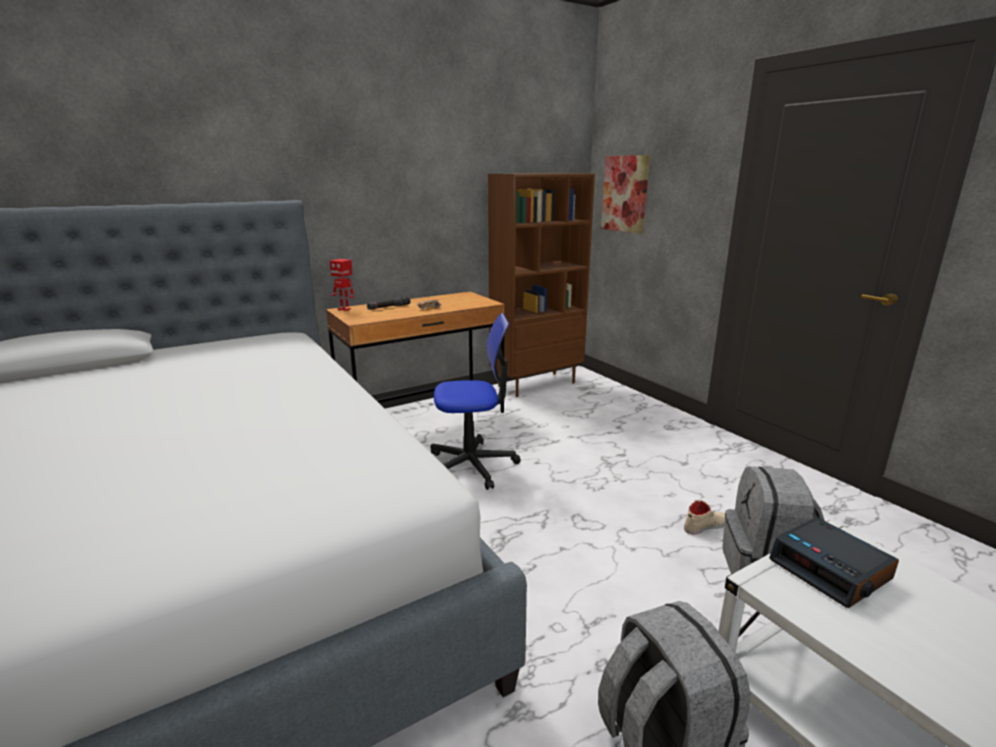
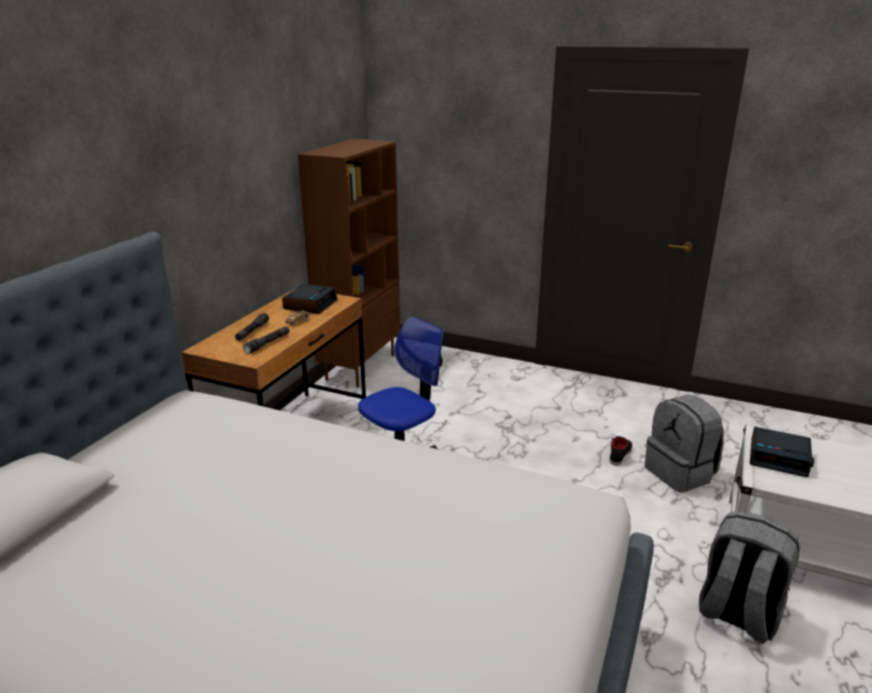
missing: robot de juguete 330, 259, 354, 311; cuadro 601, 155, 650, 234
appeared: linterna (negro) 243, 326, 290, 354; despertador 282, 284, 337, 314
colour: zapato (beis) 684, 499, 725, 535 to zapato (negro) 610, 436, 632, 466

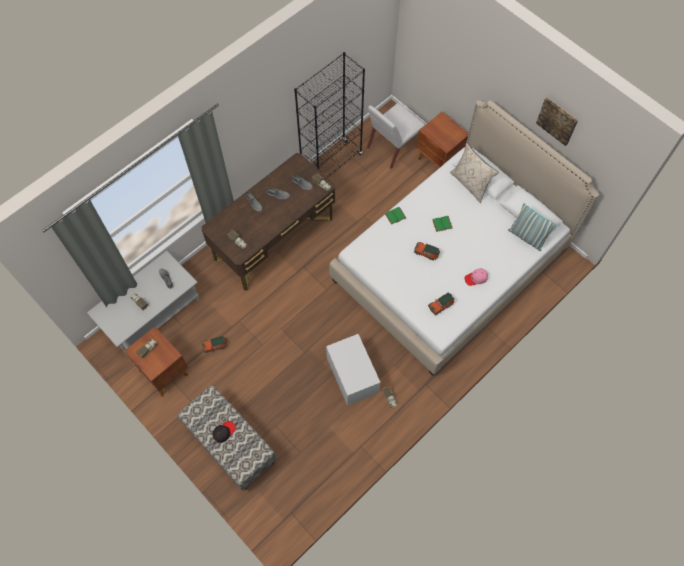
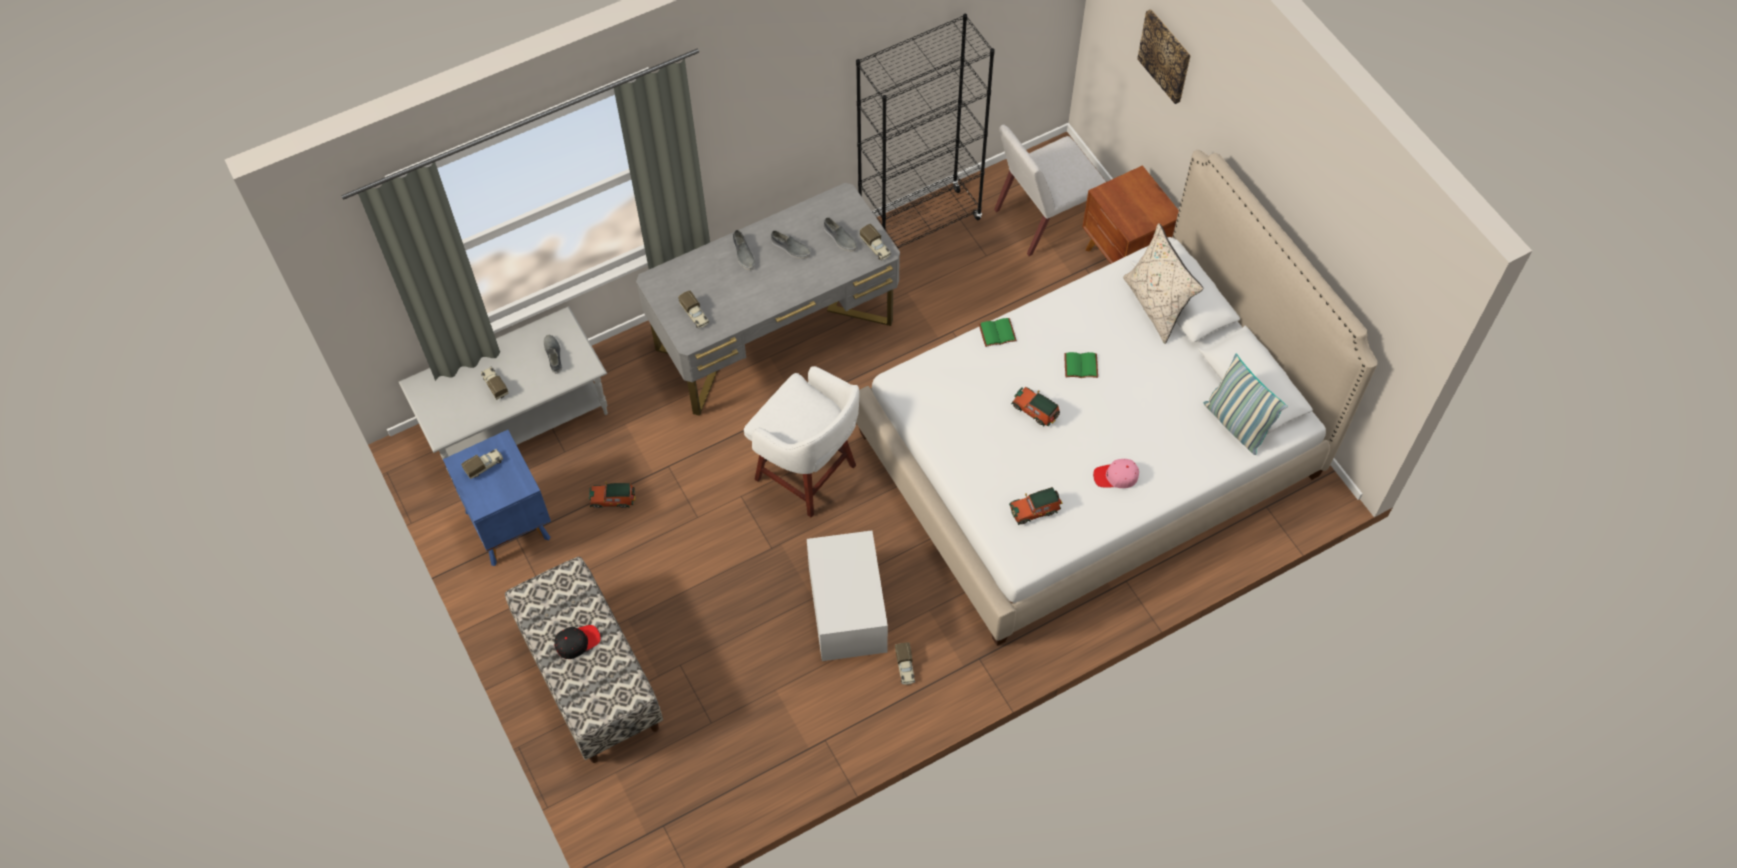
appeared: taburete (blanco) 744, 366, 859, 517
relocated: cuadro 536, 97, 578, 146 to 1137, 9, 1191, 104
colour: mesita de noche (marrón) 125, 326, 188, 397 to mesita de noche (azul) 443, 430, 551, 566; escritorio (marrón) 202, 153, 335, 290 to escritorio (gris) 636, 183, 900, 416

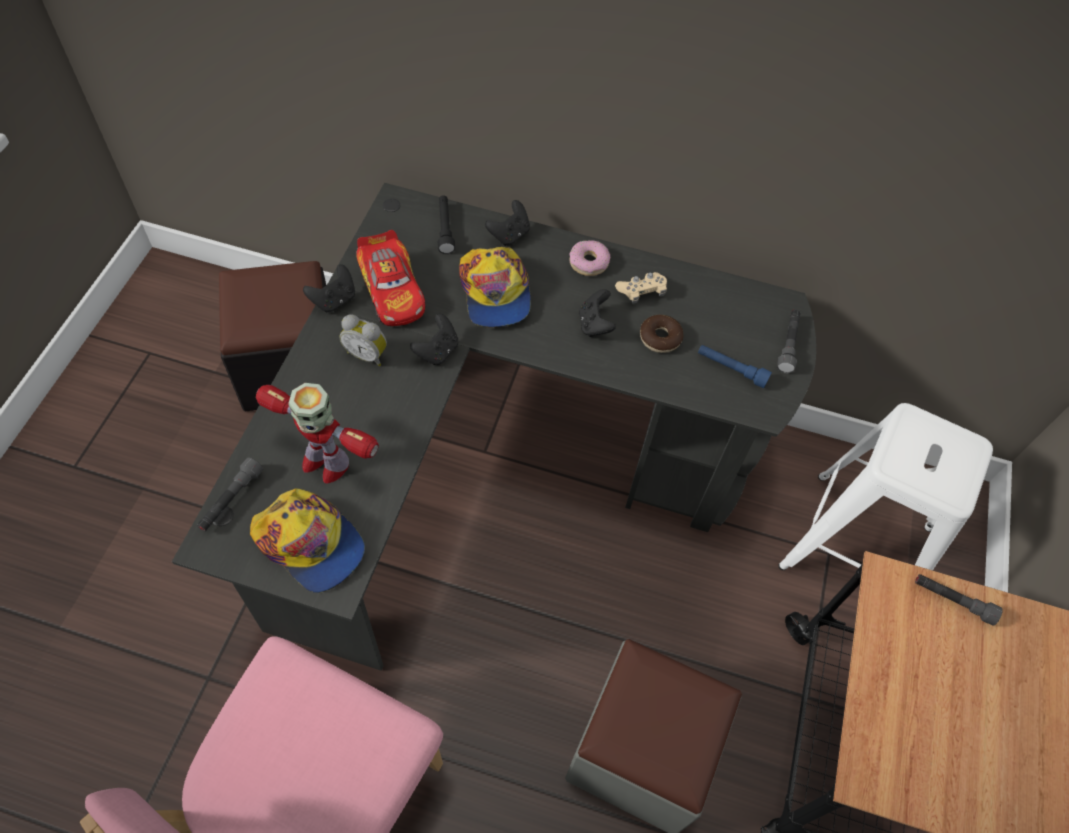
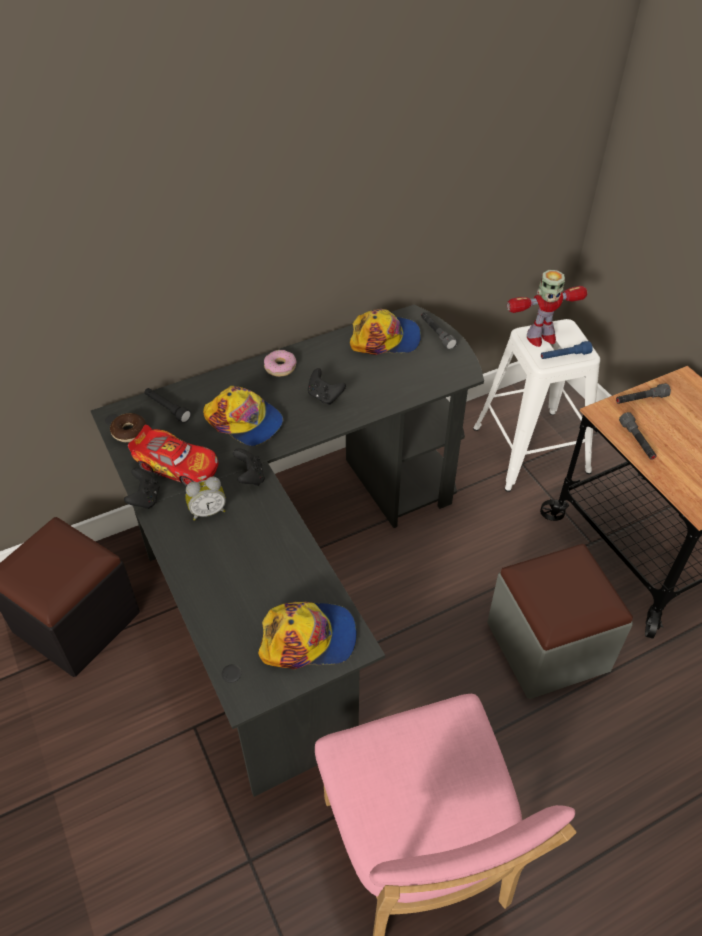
missing: mando de consola (negro) 485, 200, 530, 246; mando de consola (beis) 615, 272, 667, 303
appeared: gorra 350, 309, 421, 355
relocated: linterna (gris) 197, 457, 263, 531 to 619, 412, 657, 460; robot de juguete 256, 383, 379, 483 to 507, 270, 587, 347; rosquilla 640, 315, 684, 353 to 110, 413, 146, 442; linterna (azul) 698, 345, 772, 388 to 541, 341, 593, 359

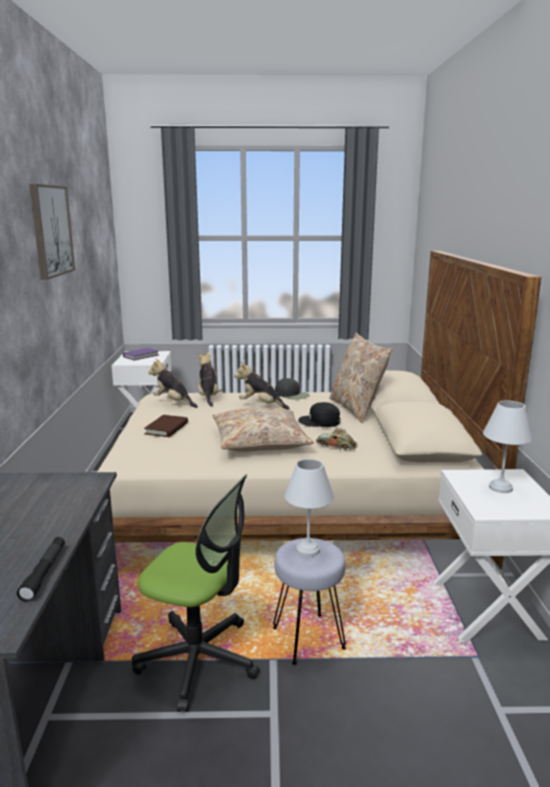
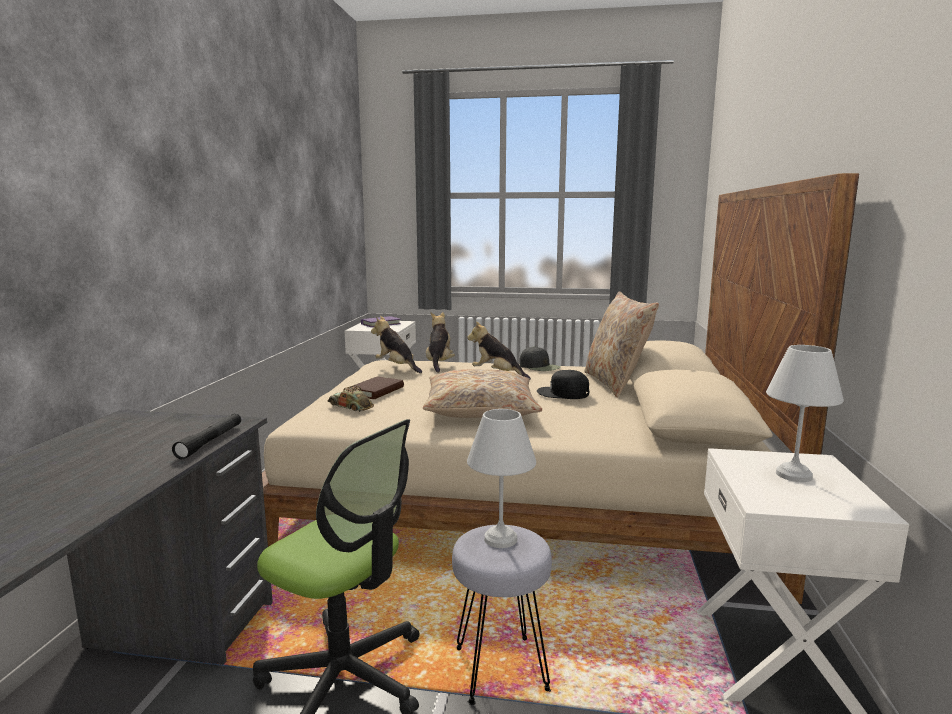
missing: cuadro 29, 184, 75, 280
relocated: linterna (negro) 17, 537, 65, 602 to 172, 414, 241, 459; coche de juguete 316, 428, 358, 450 to 327, 385, 374, 412

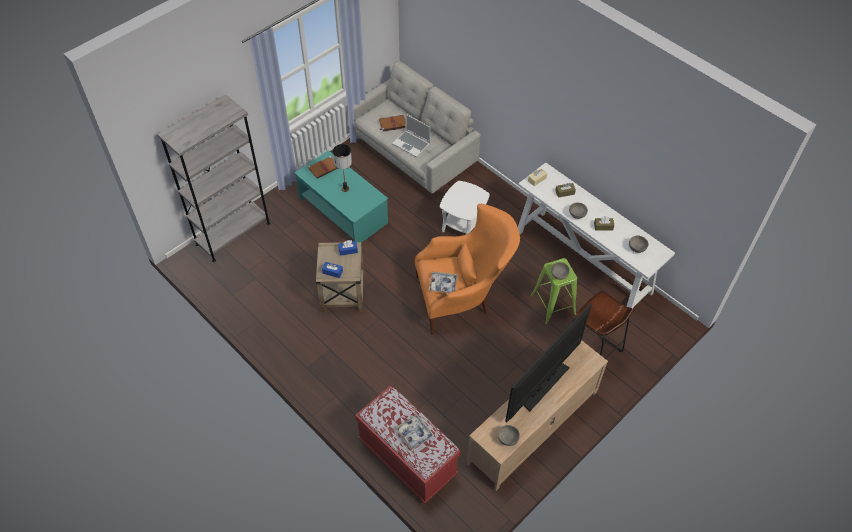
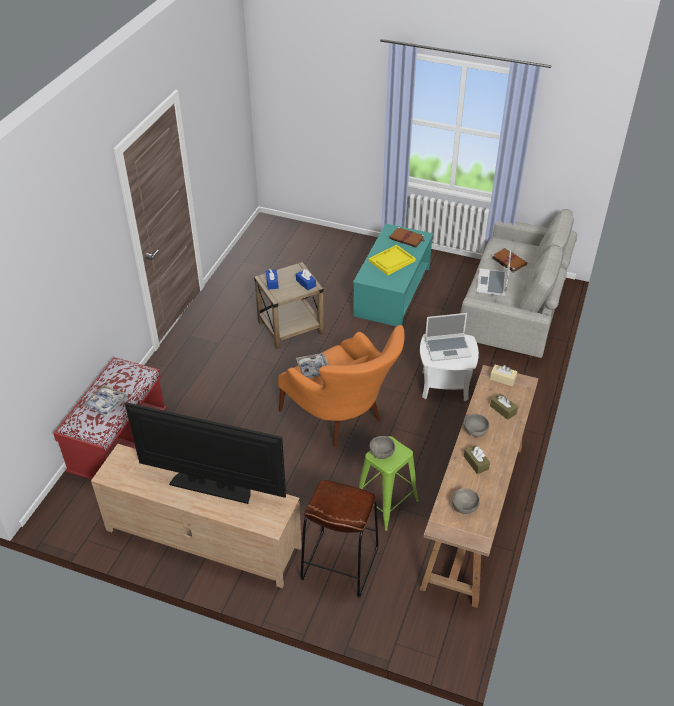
missing: estantería (gris) 157, 94, 271, 262; cuenco (gris) 498, 425, 520, 446
appeared: portátil 425, 313, 472, 361
exchanged: lámpara de mesa 332, 144, 352, 192 to bandeja (amarillo) 369, 245, 416, 275
colour: mesa consola (blanco) 518, 163, 675, 309 to mesa consola (marrón) 420, 365, 538, 608

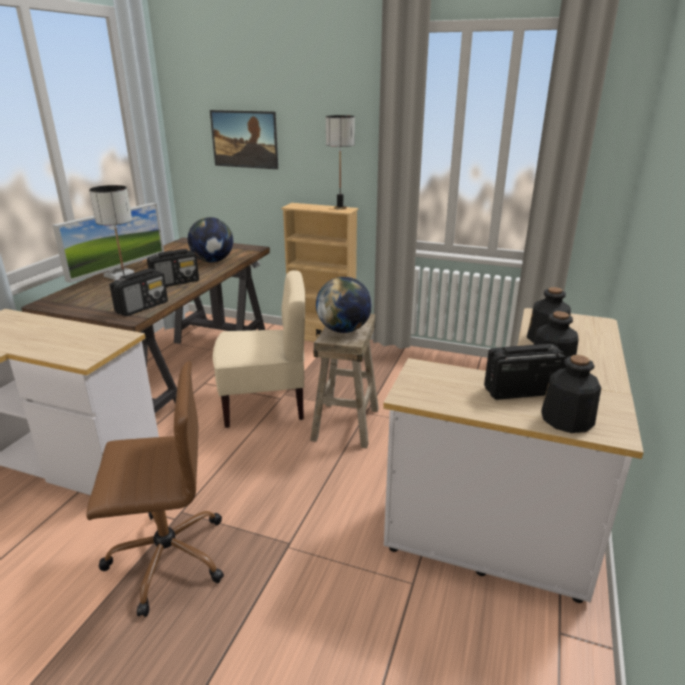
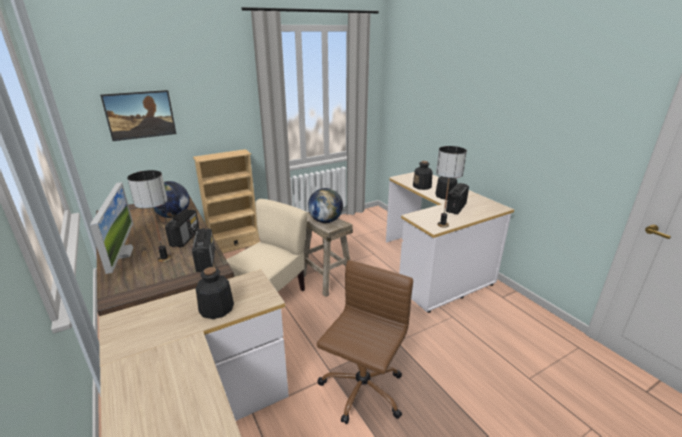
relocated: lámpara de mesa 326, 115, 355, 210 to 436, 146, 467, 228; botella 541, 355, 601, 433 to 196, 267, 234, 319

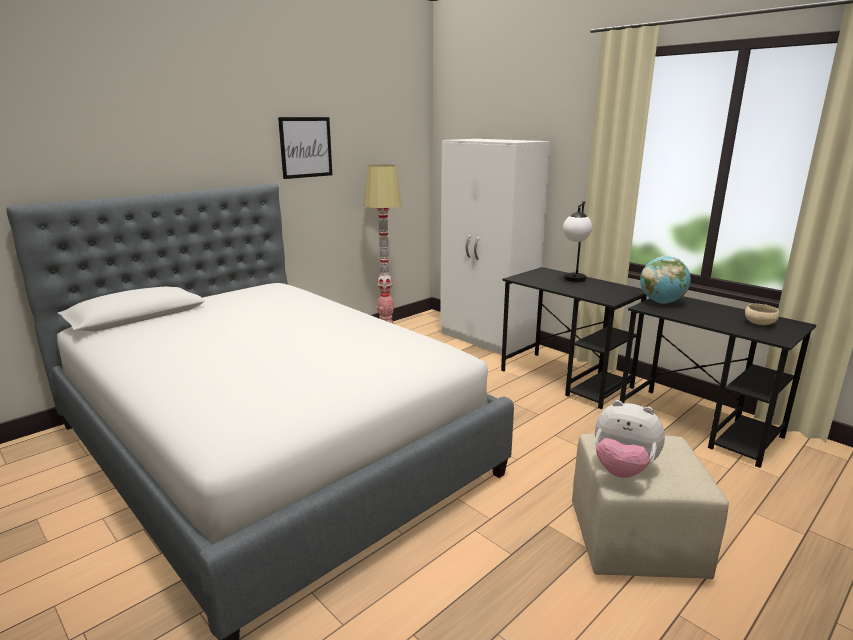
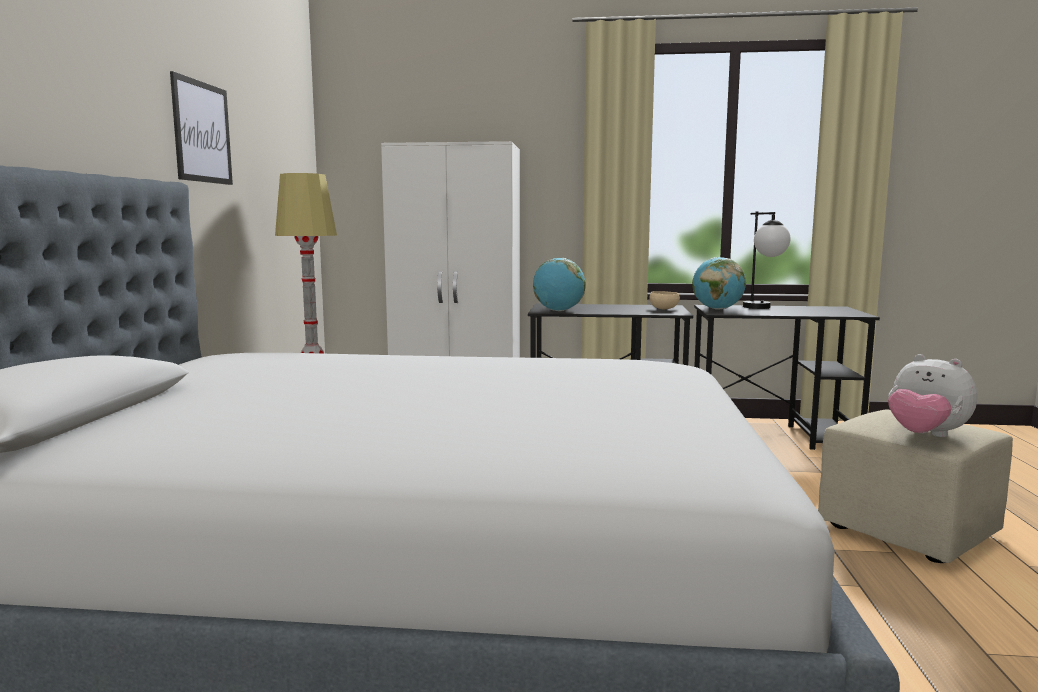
appeared: globo terráqueo 533, 258, 586, 311
relocated: lámpara de mesa 563, 201, 592, 282 to 743, 212, 791, 309; cuenco (beis) 745, 304, 779, 325 to 650, 291, 680, 309
spun: peluche 595, 400, 665, 478 = 888, 354, 977, 437 60 degrees clockwise

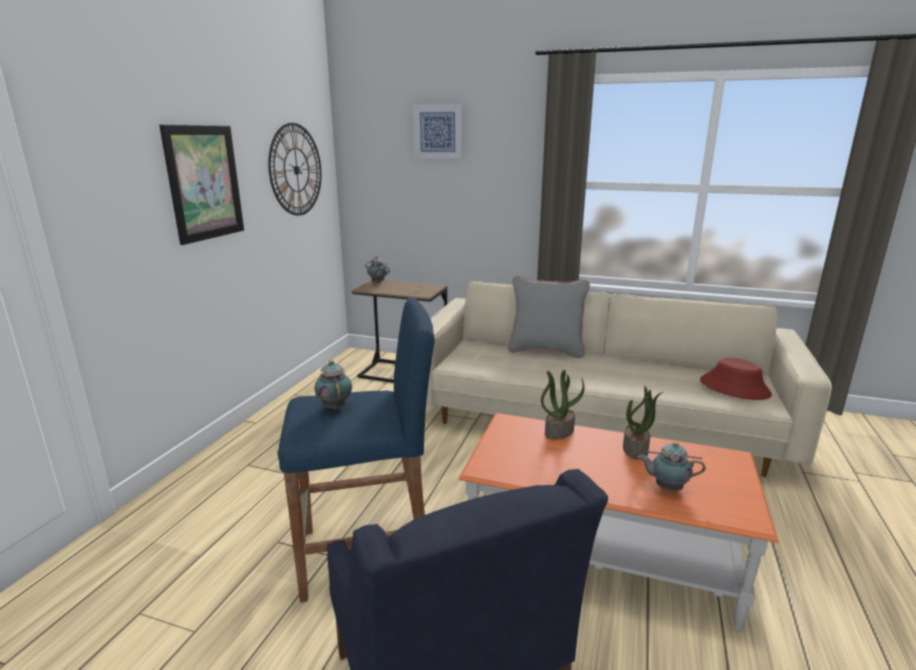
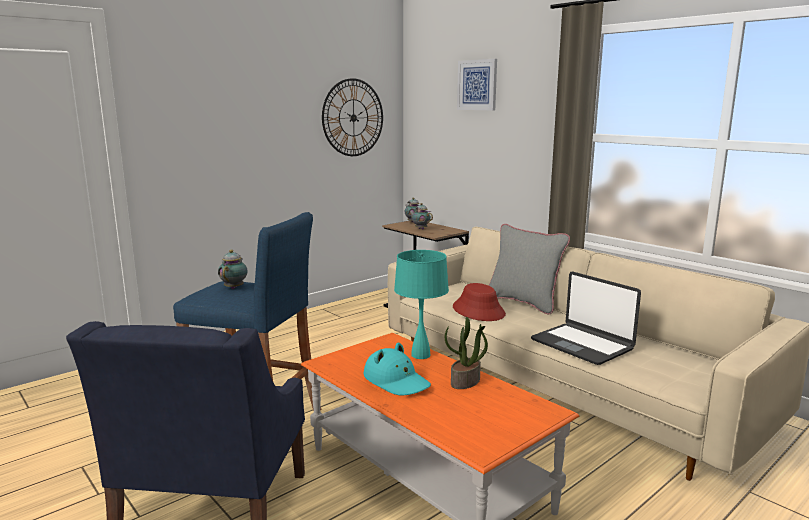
missing: cuadro 159, 125, 244, 245
appeared: sombrero (turquesa) 364, 342, 431, 395; portátil 531, 271, 641, 365
relocated: tetera 638, 442, 705, 491 to 409, 203, 433, 230; sombrero (rojo) 700, 358, 772, 400 to 453, 283, 506, 321
exchanged: planta en maceta 541, 370, 585, 440 to lámpara de mesa (turquesa) 394, 250, 449, 359

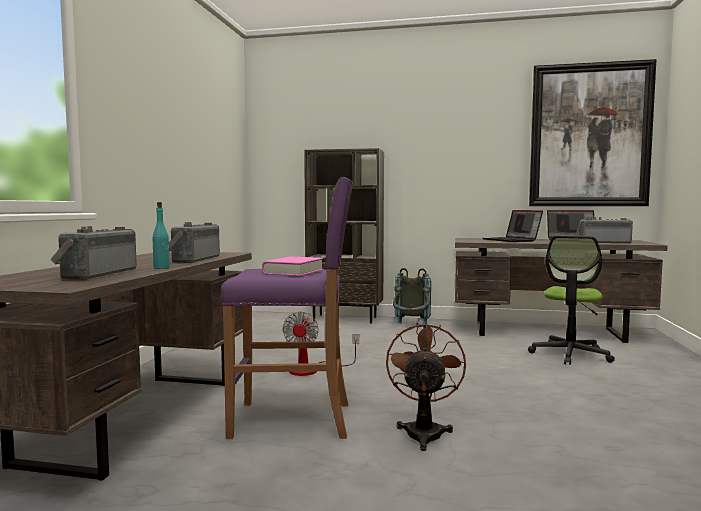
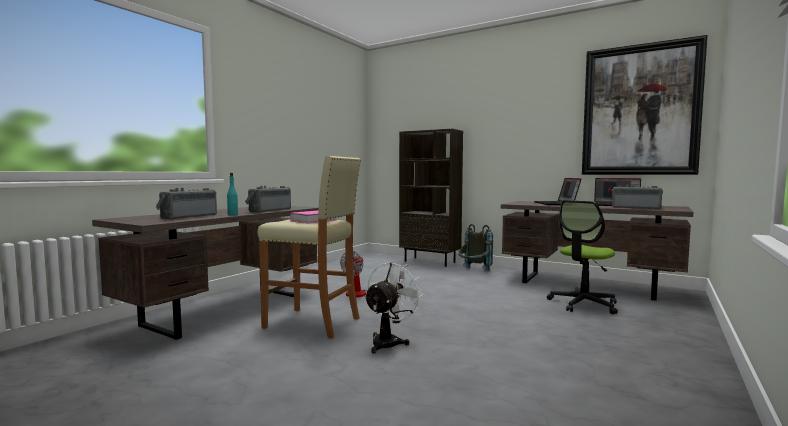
colour: taburete (morado) 220, 177, 353, 439 to taburete (beis) 258, 155, 361, 339; ventilador (marrón) 386, 322, 466, 451 to ventilador (blanco) 364, 261, 424, 353

